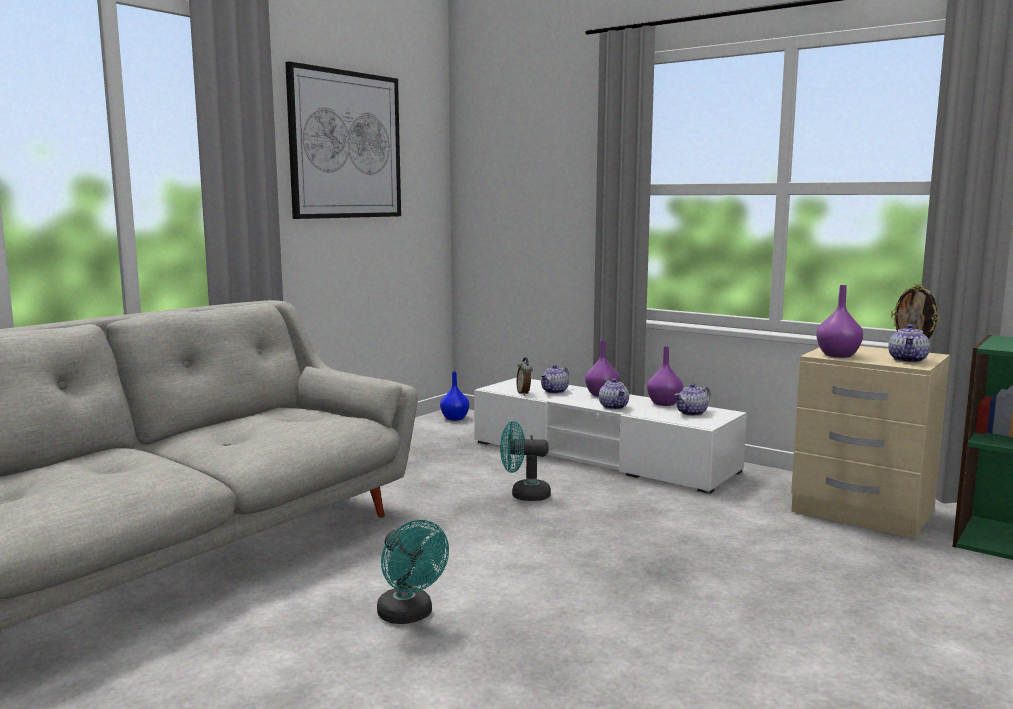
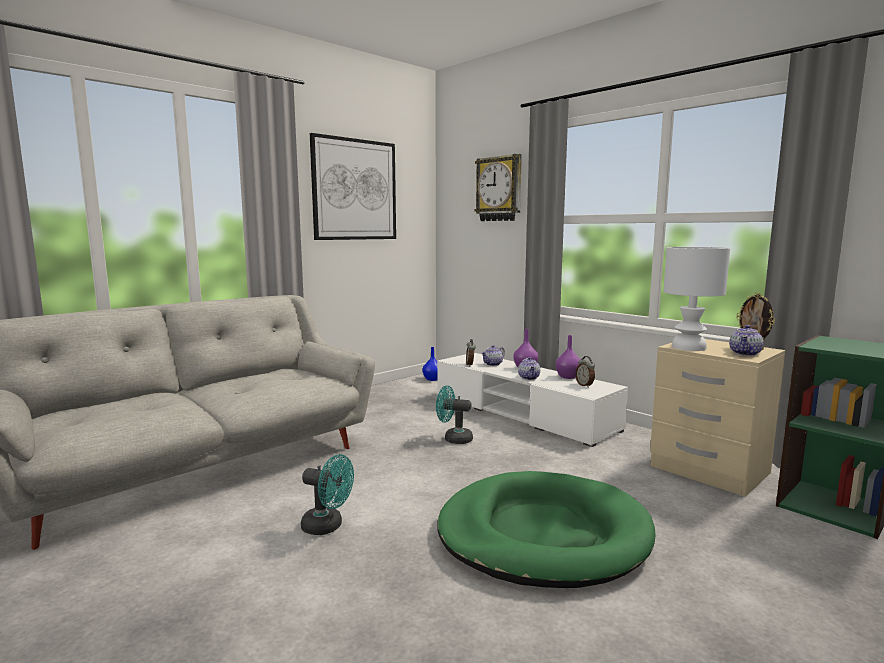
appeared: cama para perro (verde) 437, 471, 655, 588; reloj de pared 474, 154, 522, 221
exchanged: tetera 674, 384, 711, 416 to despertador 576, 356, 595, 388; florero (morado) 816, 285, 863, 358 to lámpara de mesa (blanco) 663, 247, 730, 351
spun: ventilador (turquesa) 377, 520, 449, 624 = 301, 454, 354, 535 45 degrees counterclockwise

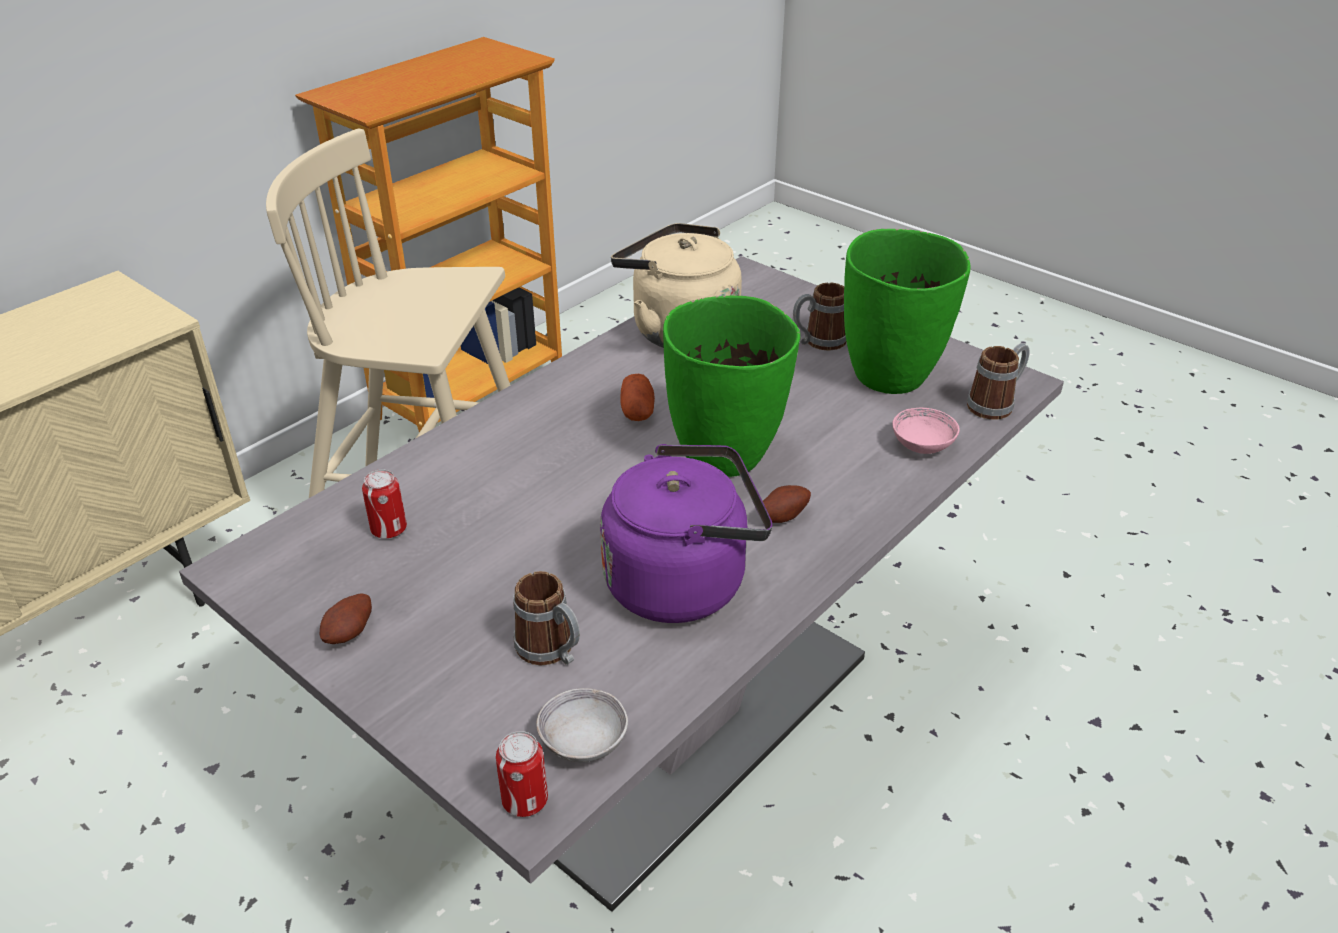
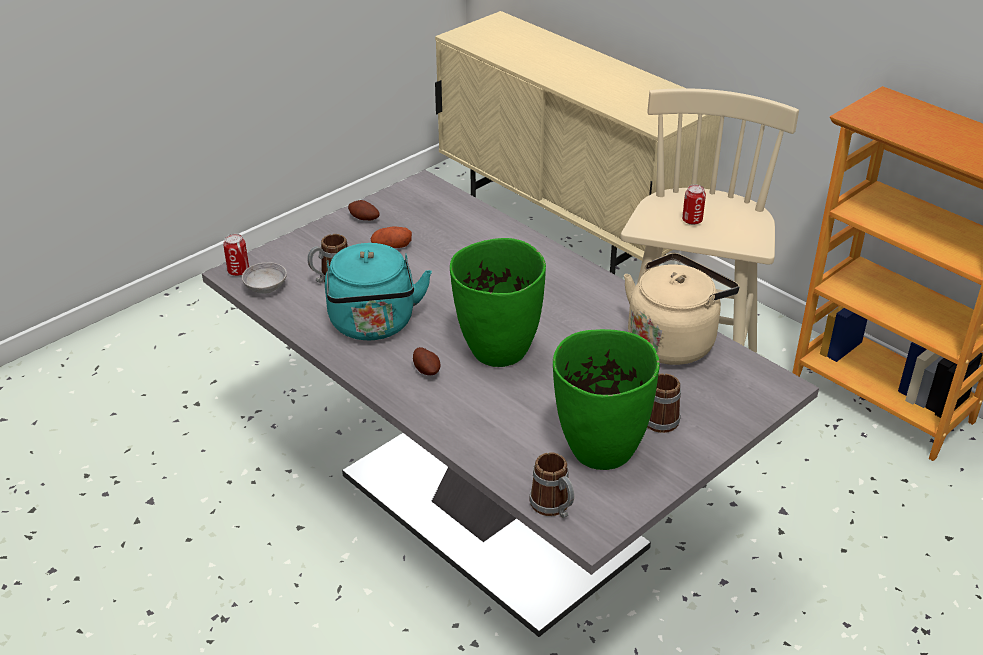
missing: cuenco (rosa) 892, 408, 960, 454
relocated: lata 362, 469, 407, 538 to 682, 184, 706, 225; patata 620, 374, 655, 421 to 371, 227, 412, 248
colour: hervidor (morado) 600, 444, 772, 623 to hervidor (turquesa) 325, 243, 432, 340

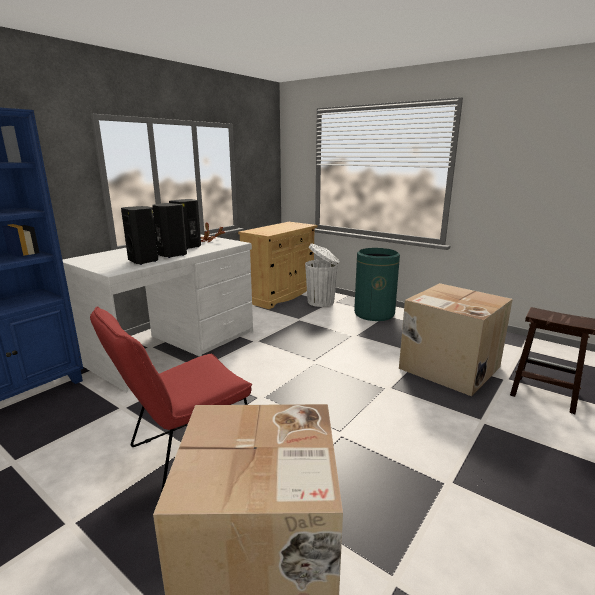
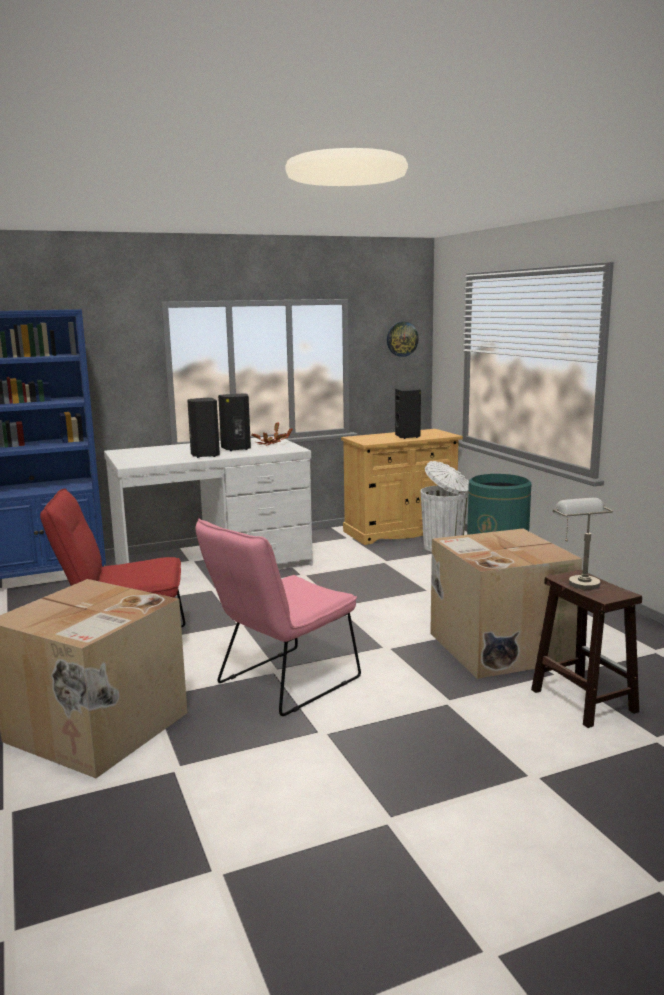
appeared: silla (rosa) 195, 518, 361, 716; reloj de pared 387, 322, 419, 357; lámpara de mesa (gris) 553, 498, 613, 590
relocated: altavoz (negro) 121, 206, 158, 265 to 395, 388, 421, 439

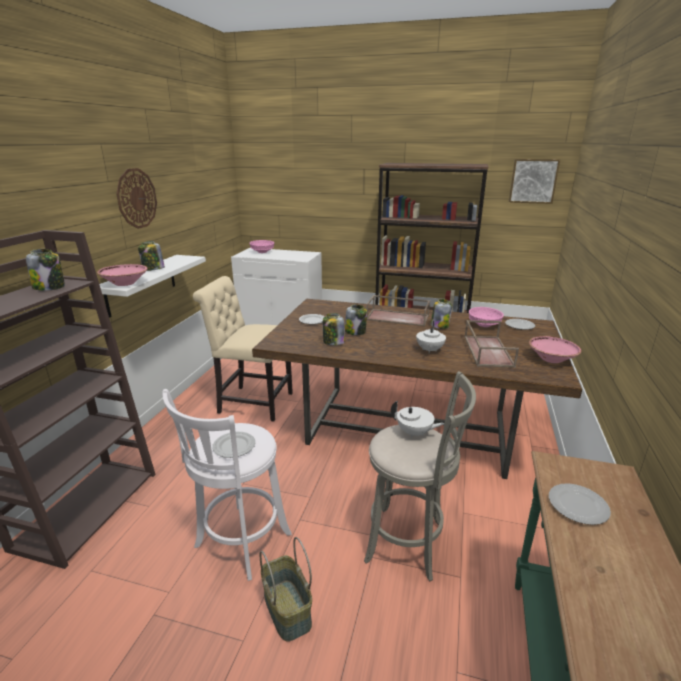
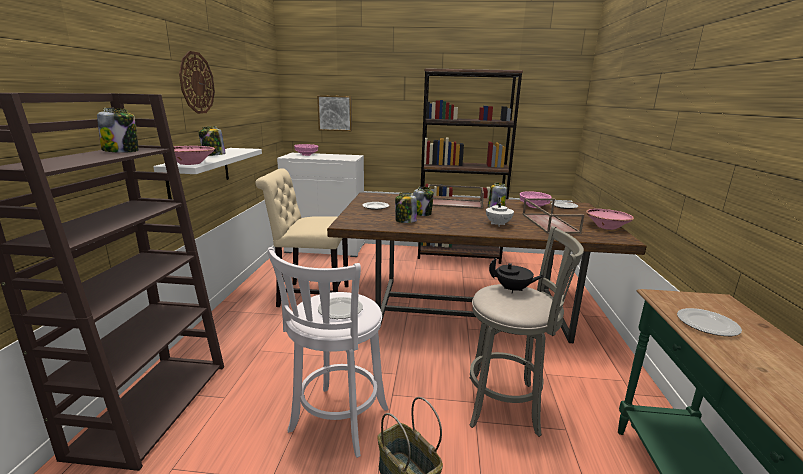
relocated: cuadro 509, 159, 560, 204 to 317, 95, 352, 131
colour: tetera (blanco) 391, 401, 444, 438 to tetera (negro) 489, 258, 544, 294

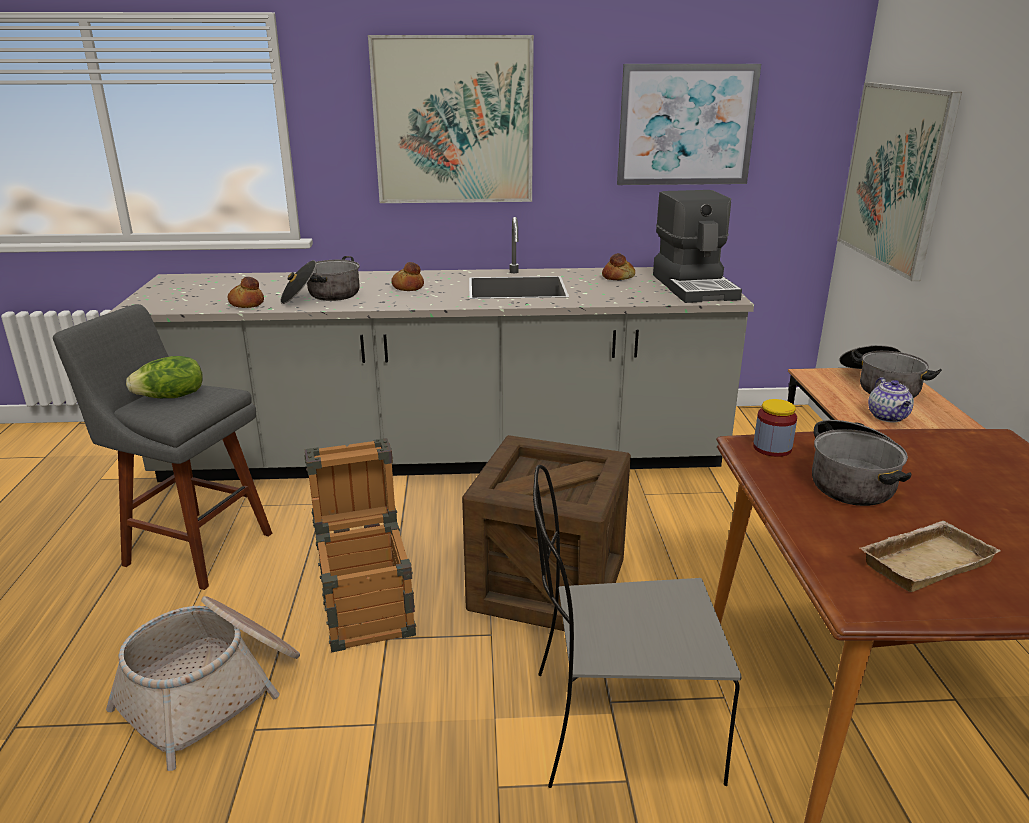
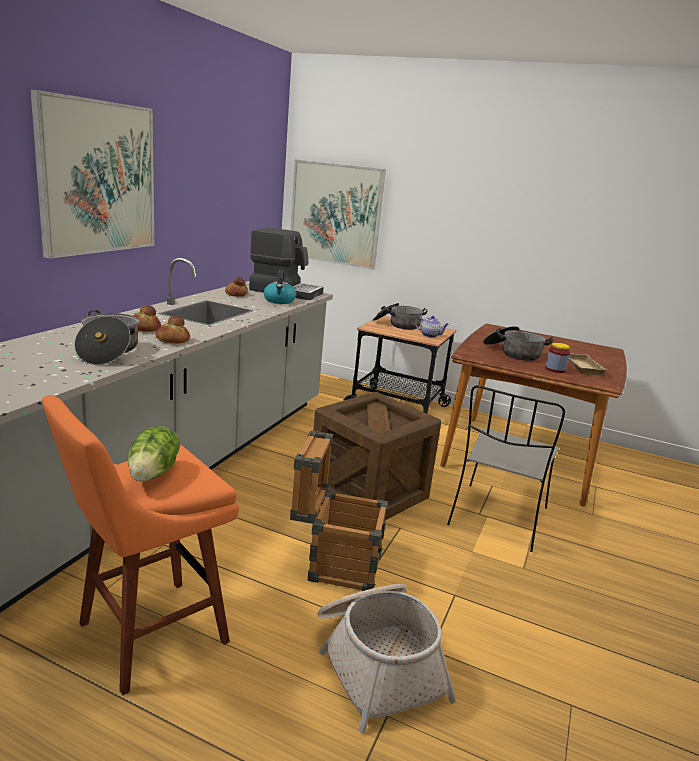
missing: cuadro 617, 64, 761, 185
appeared: hervidor 264, 270, 296, 304
relocated: pan 228, 277, 264, 308 to 156, 316, 190, 343; tarro 753, 399, 797, 457 to 545, 343, 570, 373
colour: taburete (gris) 53, 304, 272, 590 to taburete (naranja) 42, 395, 239, 696

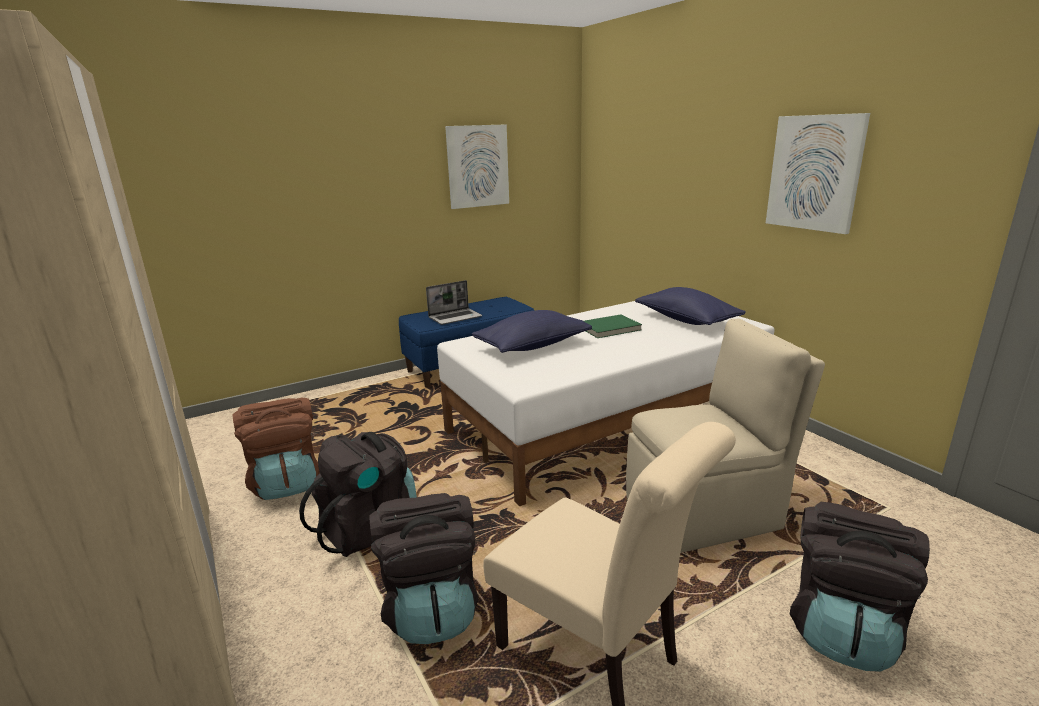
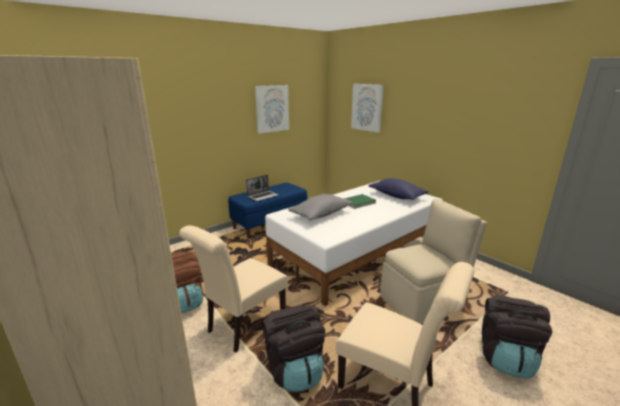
relocated: cuadro 766, 113, 870, 234 to 351, 84, 384, 133
exchanged: mochila (negro) 299, 432, 417, 557 to silla (beis) 179, 225, 288, 353
colour: cojín (azul) 472, 310, 592, 353 to cojín (gris) 288, 194, 353, 220

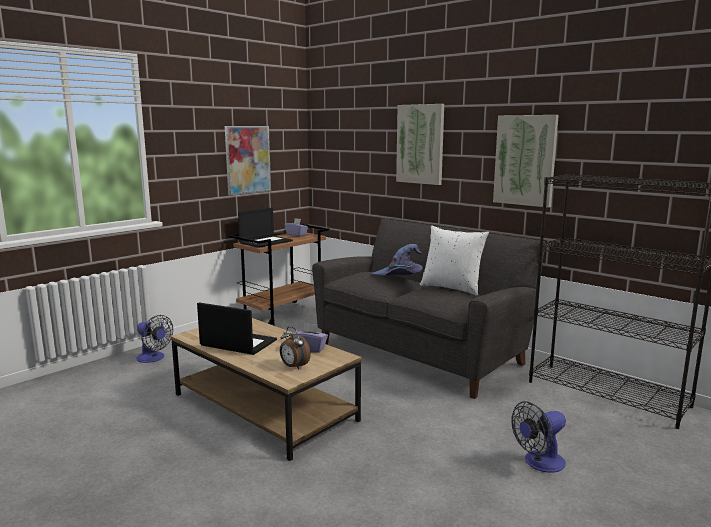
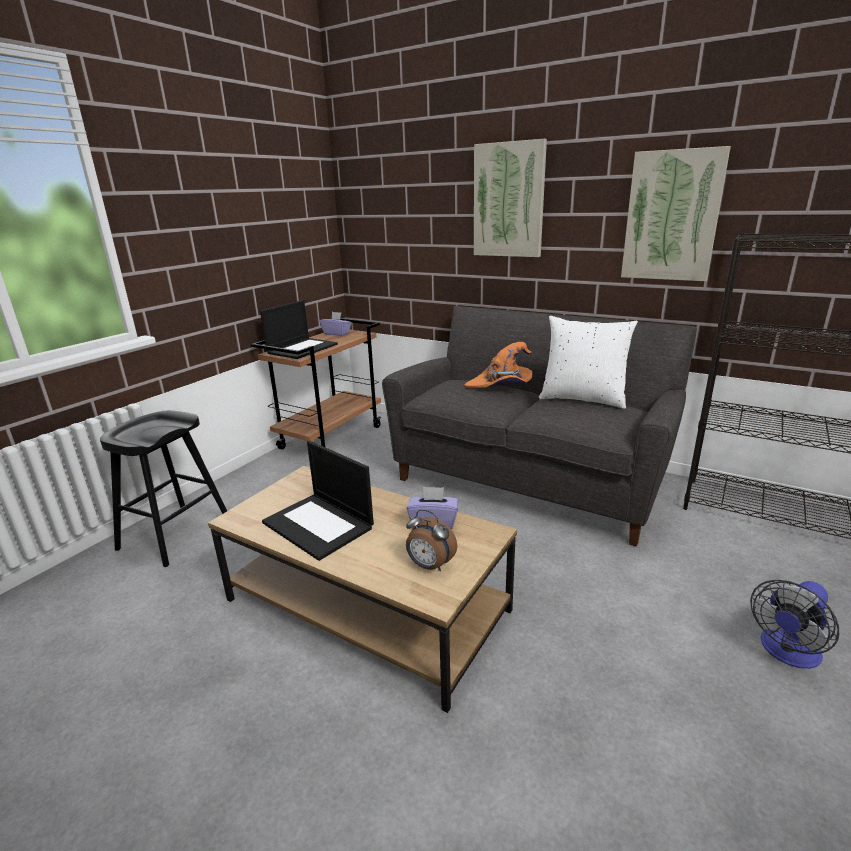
missing: cuadro 225, 126, 271, 196
exchanged: ventilador 136, 315, 173, 363 to taburete (negro) 100, 410, 227, 567
colour: sombrero (morado) 372, 244, 423, 276 to sombrero (naranja) 464, 342, 532, 388
spun: portátil 197, 303, 277, 355 = 262, 441, 374, 561 150 degrees counterclockwise

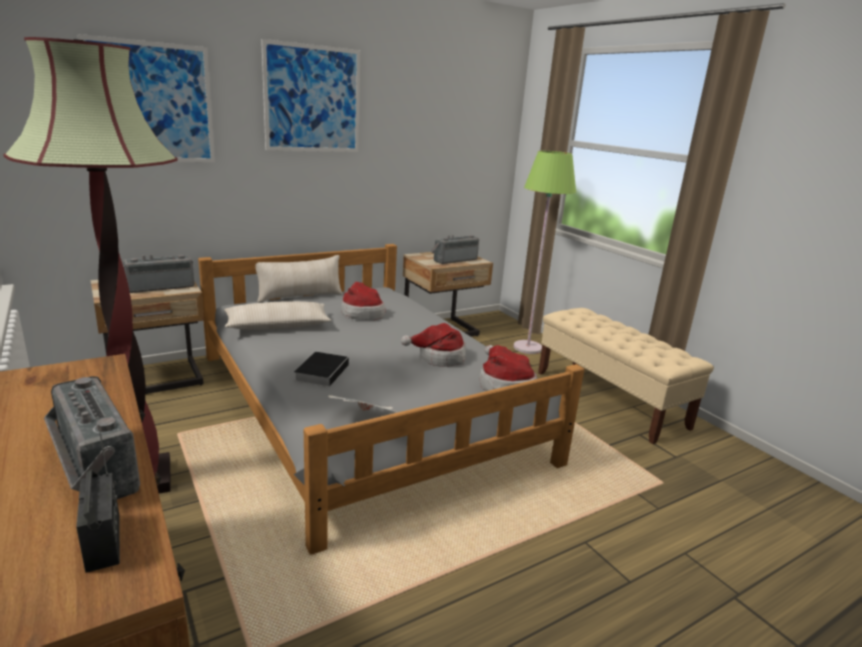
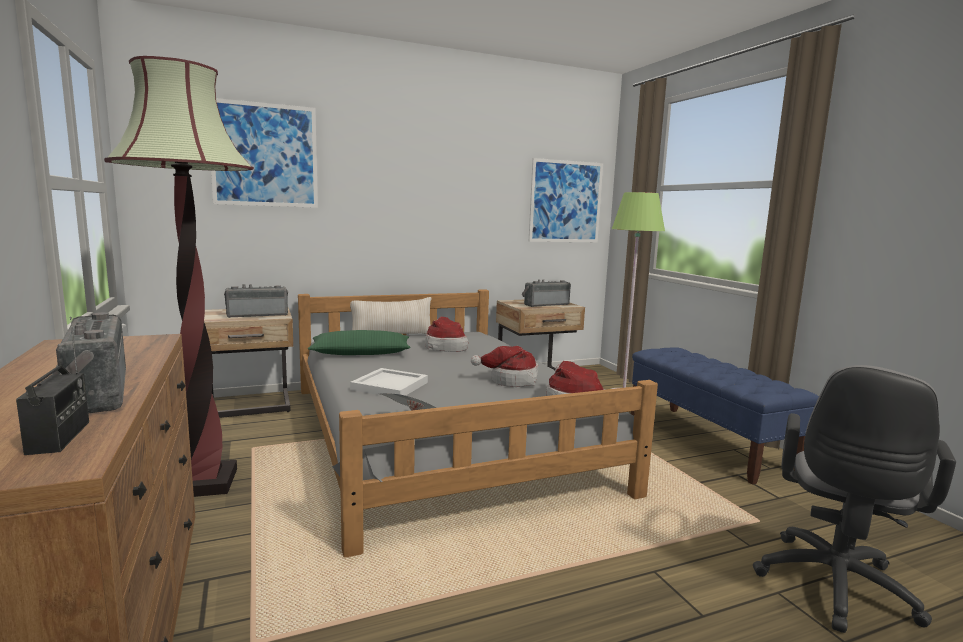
appeared: silla de oficina (gris) 753, 365, 956, 633
relocated: cuadro 261, 39, 360, 152 to 529, 158, 603, 242
exchanged: libro 294, 352, 349, 387 to bandeja (blanco) 350, 368, 428, 396
colour: cojín (beis) 224, 301, 331, 330 to cojín (verde) 308, 330, 410, 355; banco (beis) 538, 308, 714, 444 to banco (azul) 631, 347, 819, 485

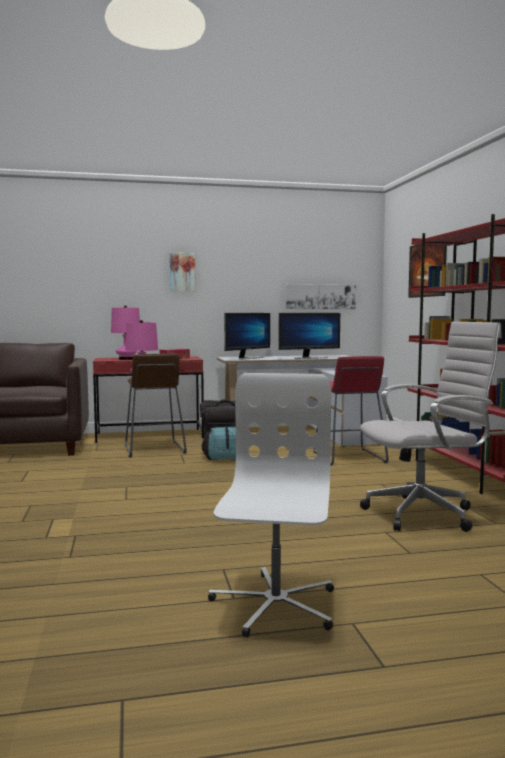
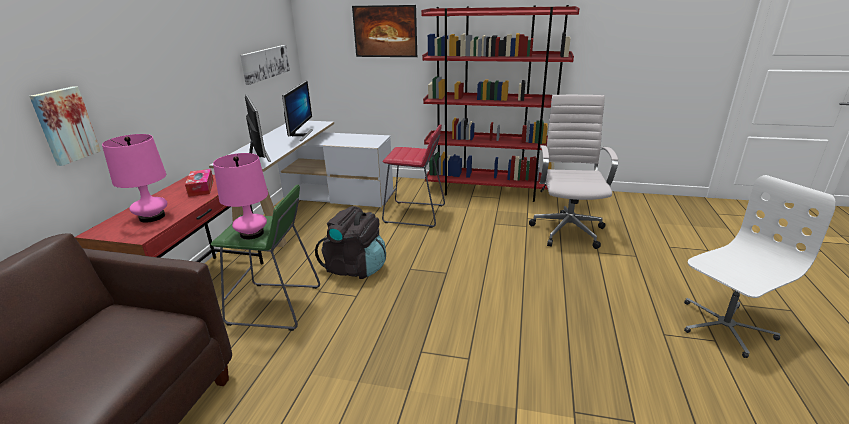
relocated: cuadro 170, 253, 196, 291 to 29, 86, 101, 166
colour: taburete (marrón) 125, 354, 187, 457 to taburete (verde) 210, 185, 320, 331
spun: silla de oficina (blanco) 208, 373, 334, 638 = 684, 175, 836, 358 120 degrees clockwise

